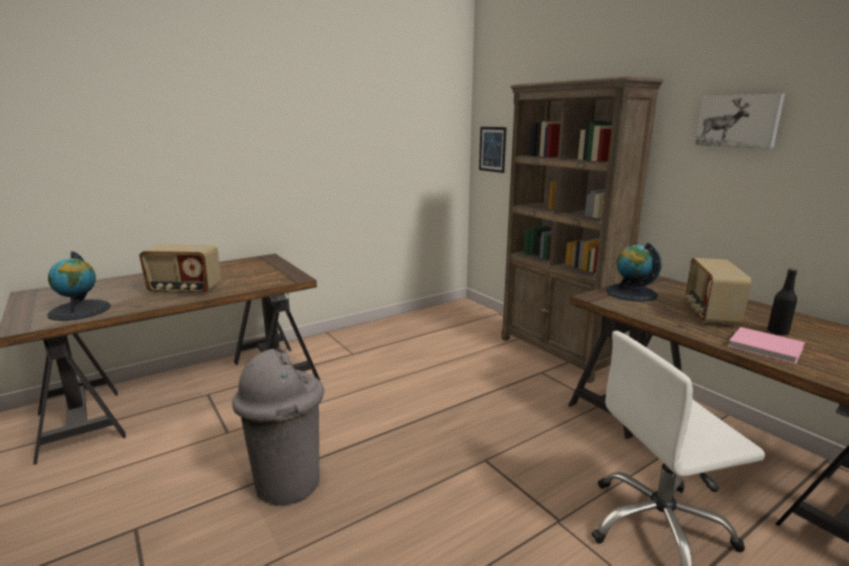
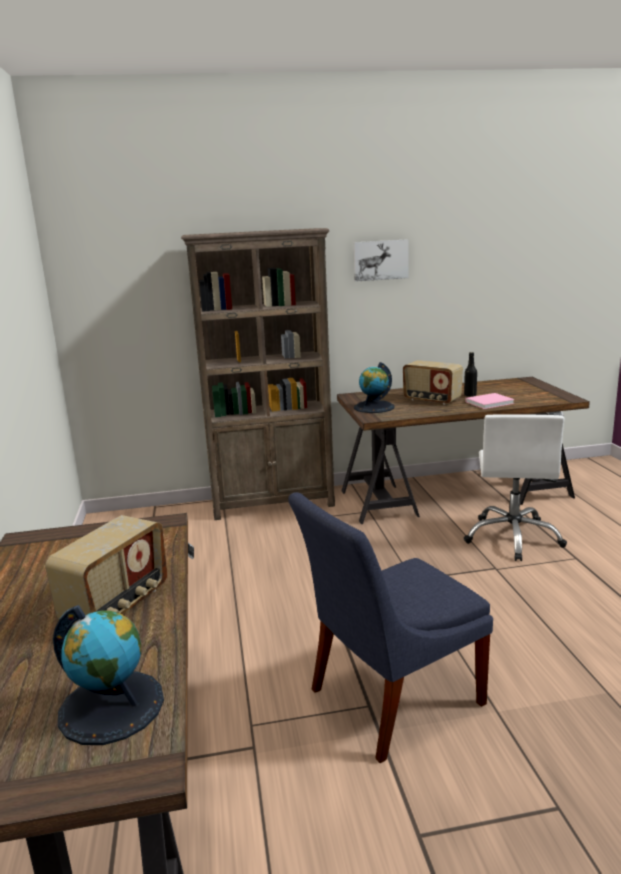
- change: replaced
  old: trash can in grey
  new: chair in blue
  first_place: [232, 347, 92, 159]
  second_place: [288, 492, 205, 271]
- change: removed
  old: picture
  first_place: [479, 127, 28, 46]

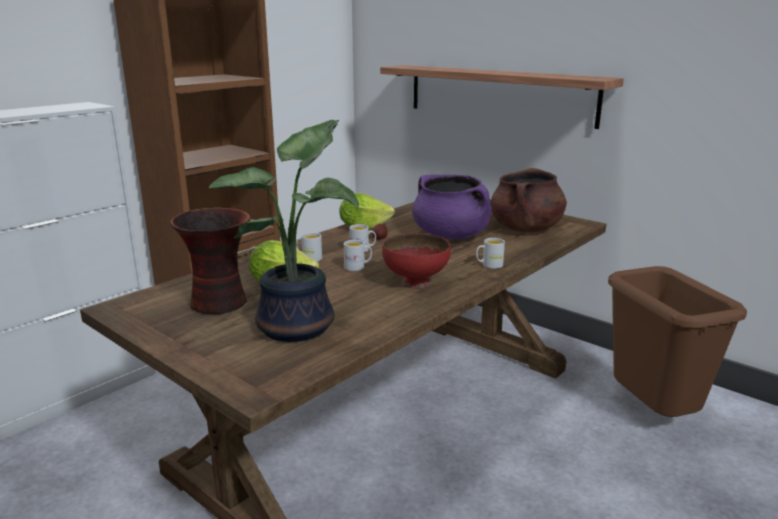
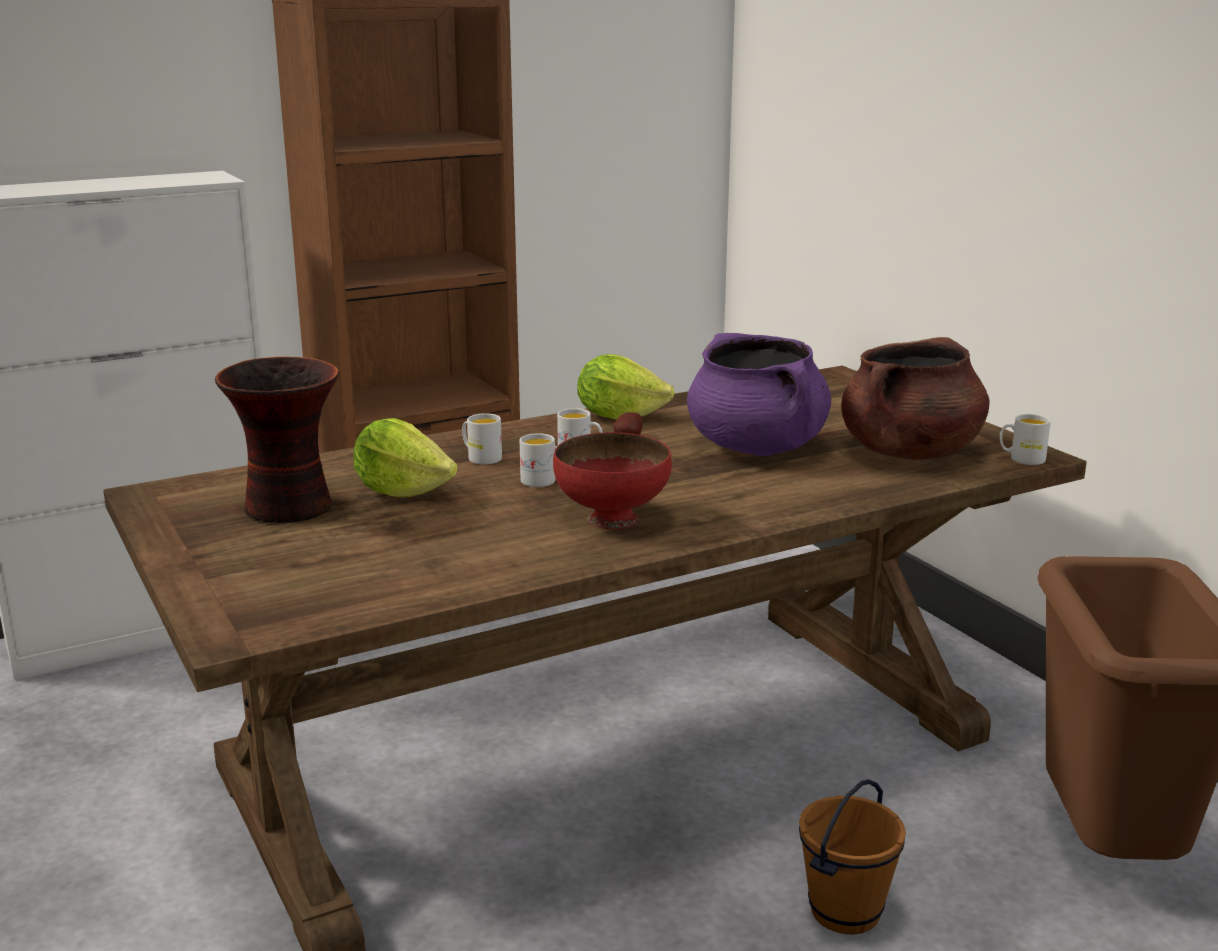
- change: removed
  old: potted plant
  first_place: [208, 120, 151, 222]
- change: removed
  old: shelf
  first_place: [380, 65, 244, 64]
- change: moved
  old: mug in white
  first_place: [476, 238, 29, 31]
  second_place: [1000, 414, 51, 51]
- change: added
  new: bucket in brown
  second_place: [799, 779, 107, 155]

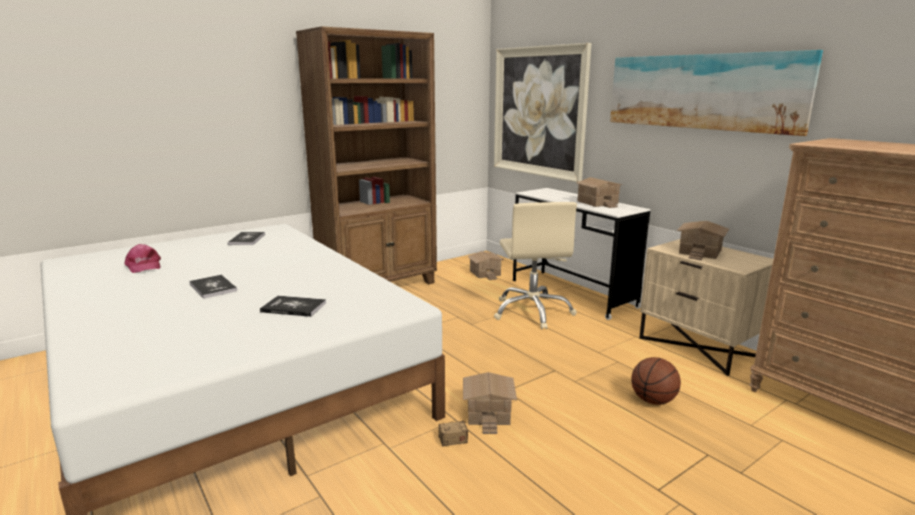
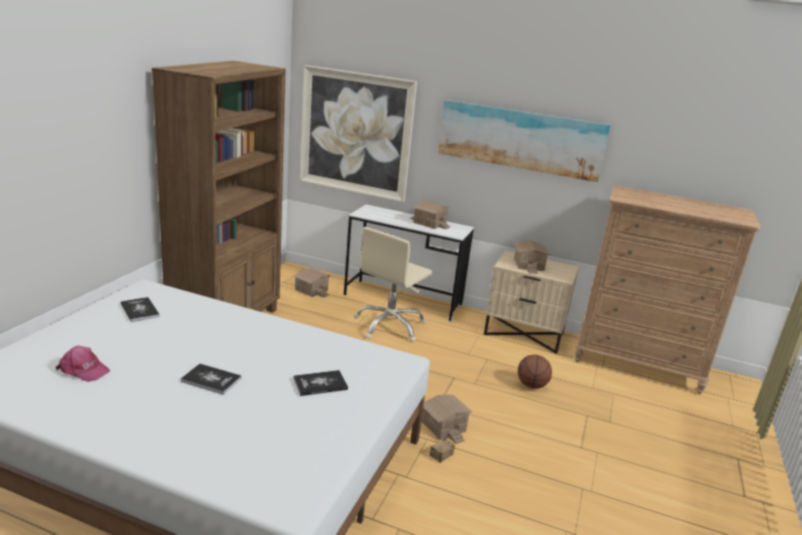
- change: turned
  old: office chair in beige
  first_place: [494, 202, 83, 127]
  second_place: [354, 227, 78, 115]
  degrees: 75

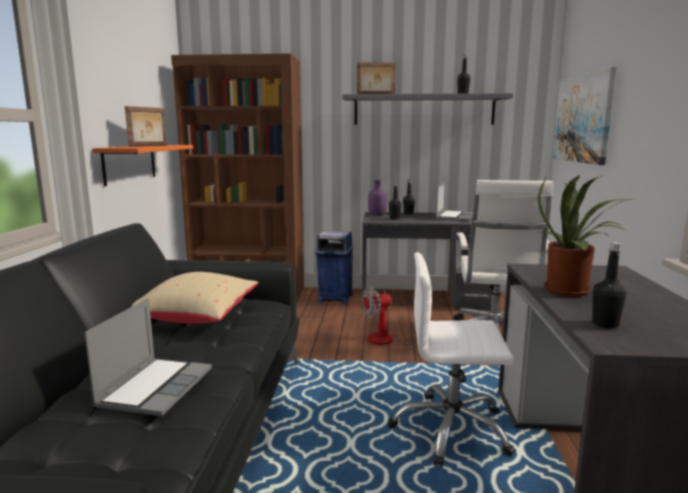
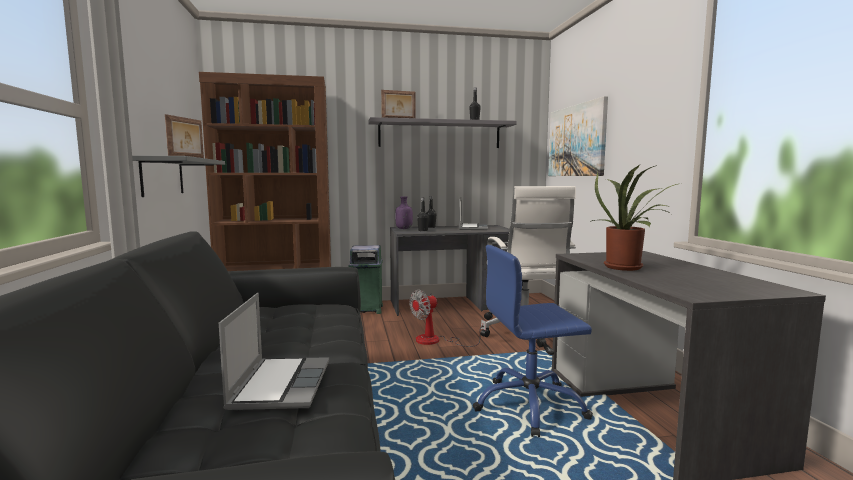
- change: recoloured
  old: shelf in orange
  new: shelf in grey
  first_place: [92, 145, 101, 41]
  second_place: [132, 155, 93, 42]
- change: removed
  old: pillow in beige
  first_place: [132, 272, 126, 52]
- change: recoloured
  old: trash can in blue
  new: trash can in green
  first_place: [315, 231, 39, 73]
  second_place: [348, 245, 35, 69]
- change: recoloured
  old: office chair in white
  new: office chair in blue
  first_place: [388, 252, 128, 216]
  second_place: [473, 245, 120, 192]
- change: removed
  old: bottle in black
  first_place: [592, 242, 34, 87]

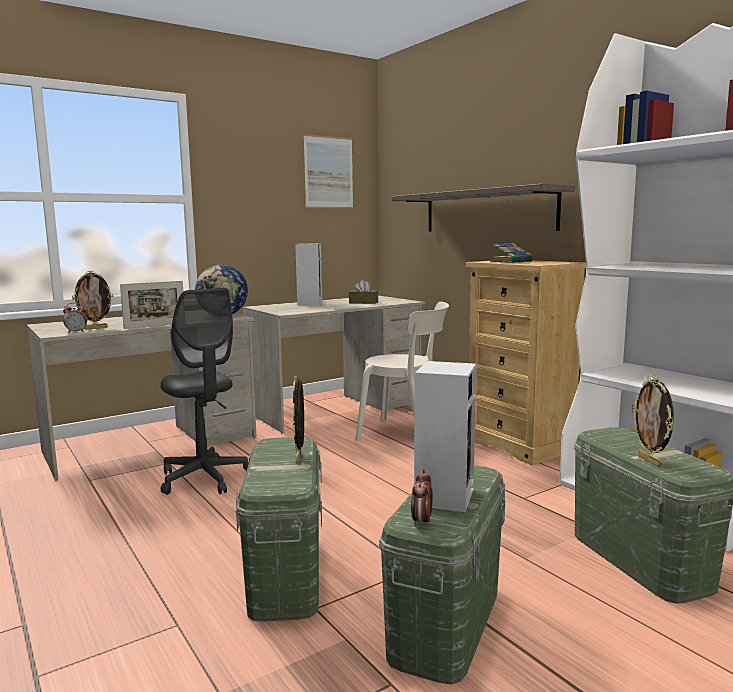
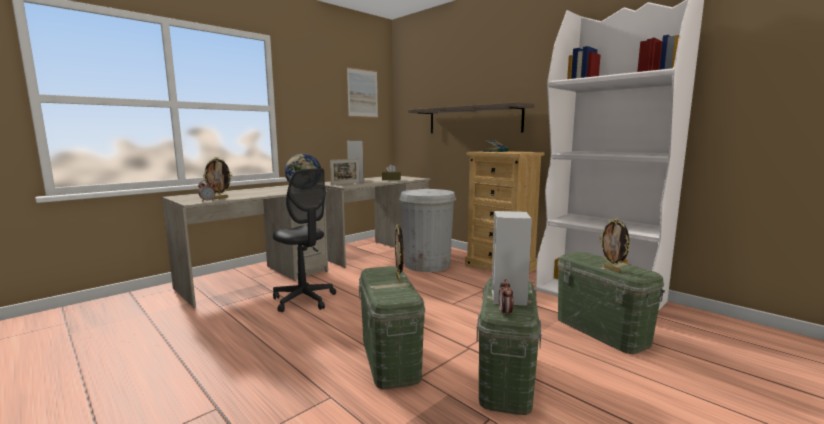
- change: moved
  old: picture frame
  first_place: [120, 281, 63, 48]
  second_place: [330, 159, 29, 26]
- change: replaced
  old: chair in beige
  new: trash can in white
  first_place: [355, 302, 94, 139]
  second_place: [399, 189, 57, 83]

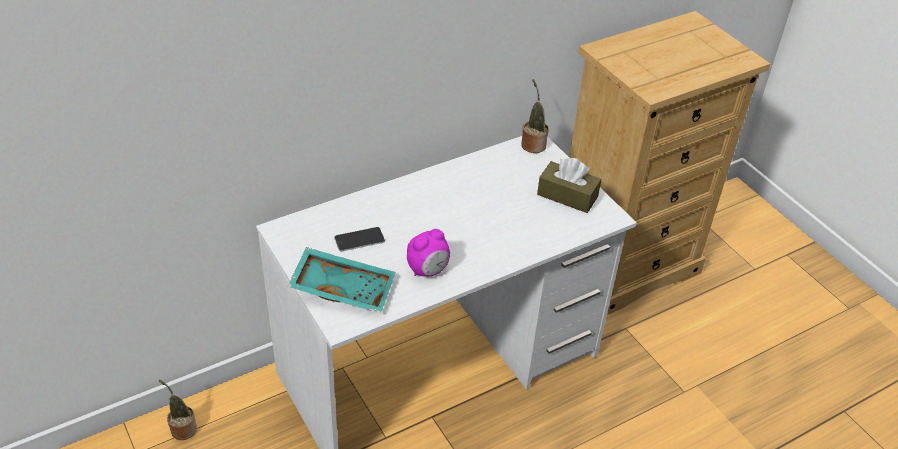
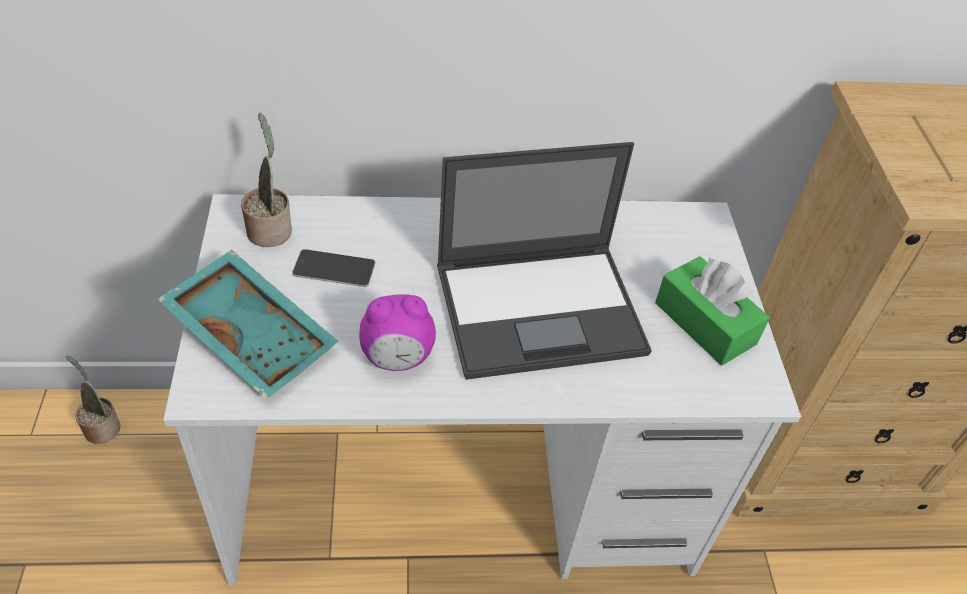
- change: moved
  old: potted plant
  first_place: [521, 79, 28, 74]
  second_place: [241, 113, 51, 134]
- change: recoloured
  old: tissue box in brown
  new: tissue box in green
  first_place: [537, 158, 64, 55]
  second_place: [655, 256, 115, 109]
- change: added
  new: laptop
  second_place: [437, 142, 215, 238]

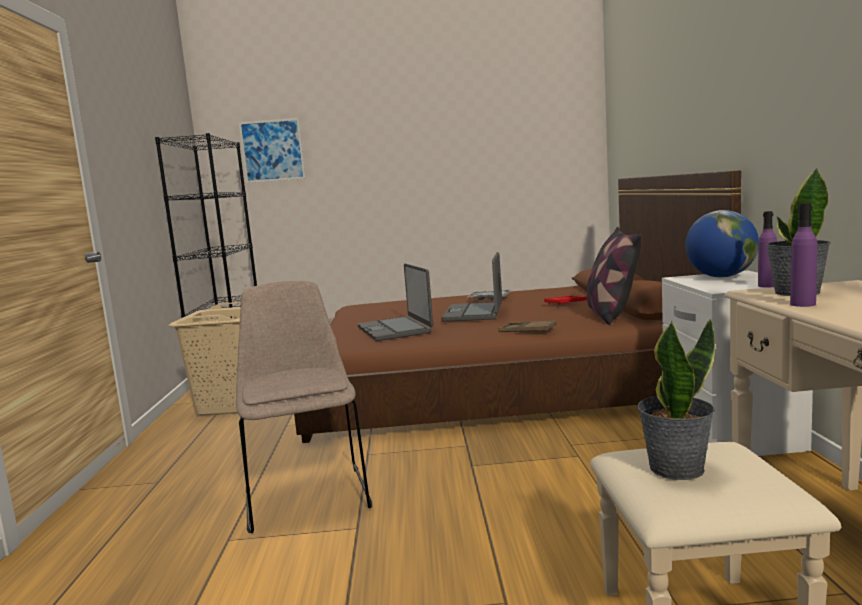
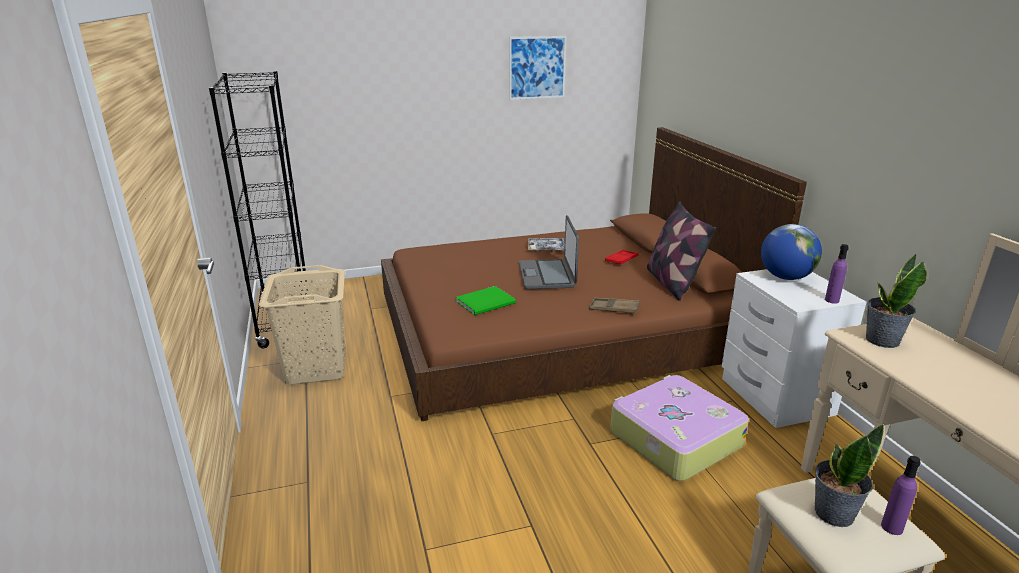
- change: removed
  old: chair in beige
  first_place: [236, 281, 136, 252]
- change: moved
  old: picture
  first_place: [239, 118, 67, 65]
  second_place: [509, 36, 58, 64]
- change: replaced
  old: laptop
  new: book in green
  first_place: [358, 264, 75, 77]
  second_place: [456, 286, 60, 29]
- change: moved
  old: bottle in purple
  first_place: [790, 203, 27, 104]
  second_place: [881, 456, 40, 79]
- change: added
  new: suitcase
  second_place: [610, 375, 139, 106]

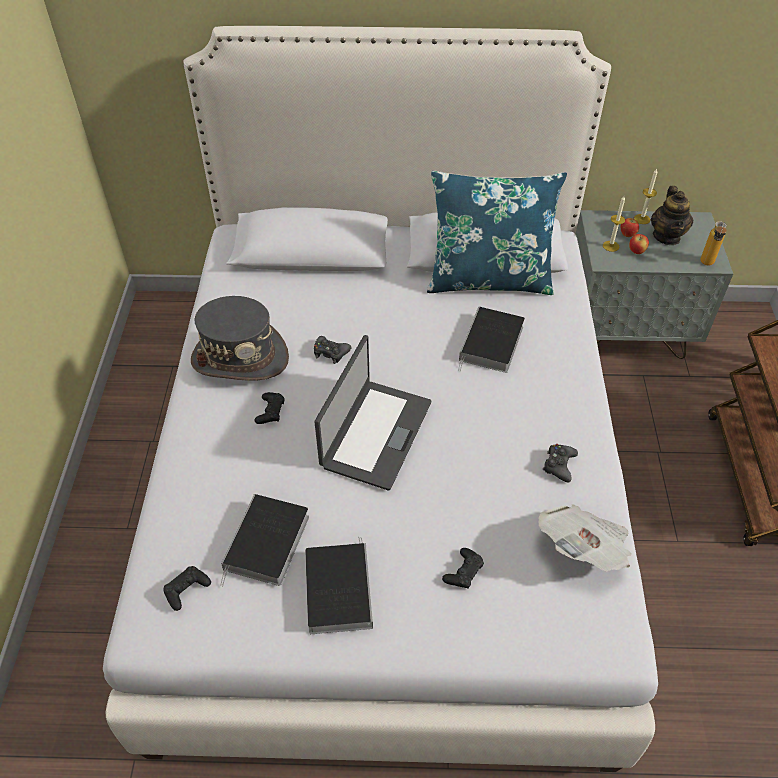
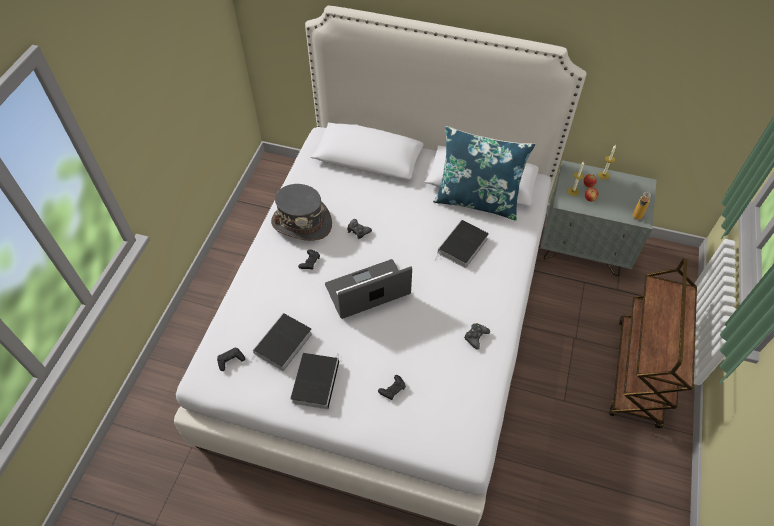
- change: turned
  old: laptop
  first_place: [315, 335, 116, 156]
  second_place: [325, 259, 87, 60]
  degrees: -150
- change: removed
  old: newspaper
  first_place: [538, 504, 93, 67]
- change: removed
  old: teapot
  first_place: [651, 186, 42, 59]

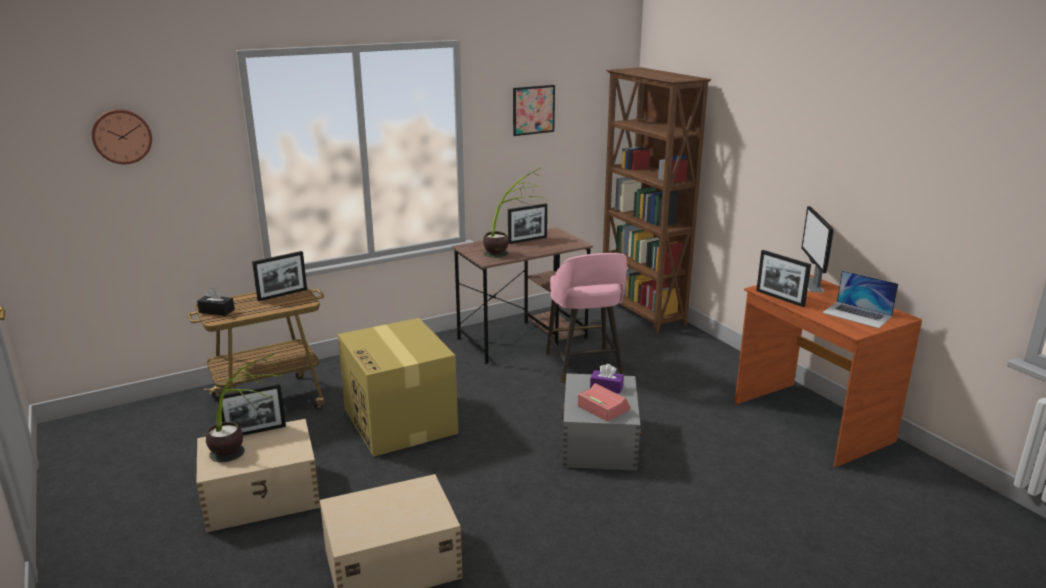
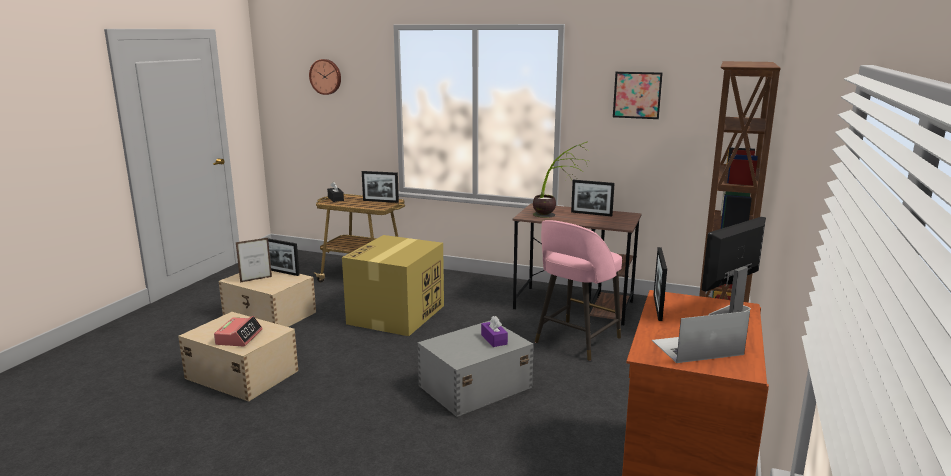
- change: replaced
  old: potted plant
  new: picture frame
  first_place: [206, 354, 76, 108]
  second_place: [236, 238, 36, 45]
- change: moved
  old: alarm clock
  first_place: [578, 383, 53, 38]
  second_place: [214, 316, 49, 30]
- change: turned
  old: laptop
  first_place: [822, 270, 76, 58]
  second_place: [652, 311, 98, 52]
  degrees: 75

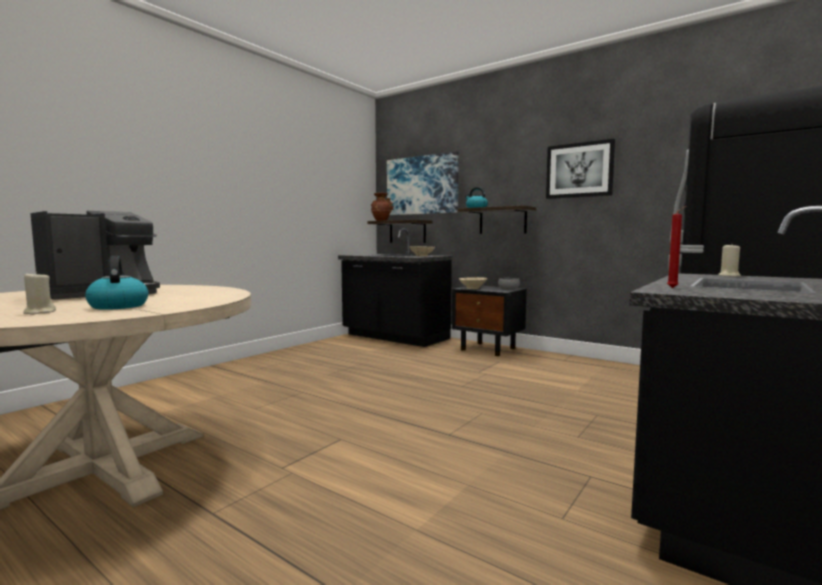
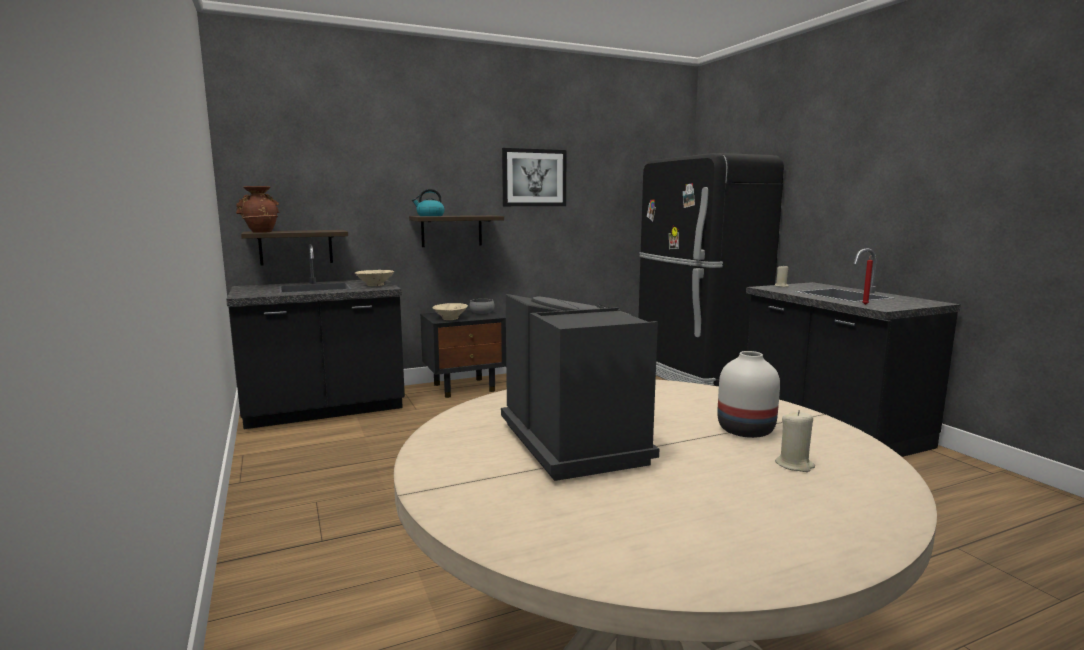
- change: replaced
  old: kettle
  new: vase in white
  first_place: [85, 256, 63, 54]
  second_place: [717, 351, 63, 87]
- change: removed
  old: picture
  first_place: [387, 151, 72, 64]

